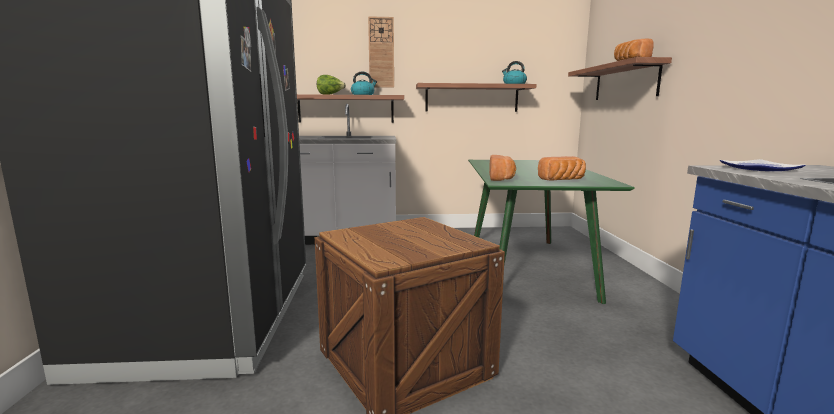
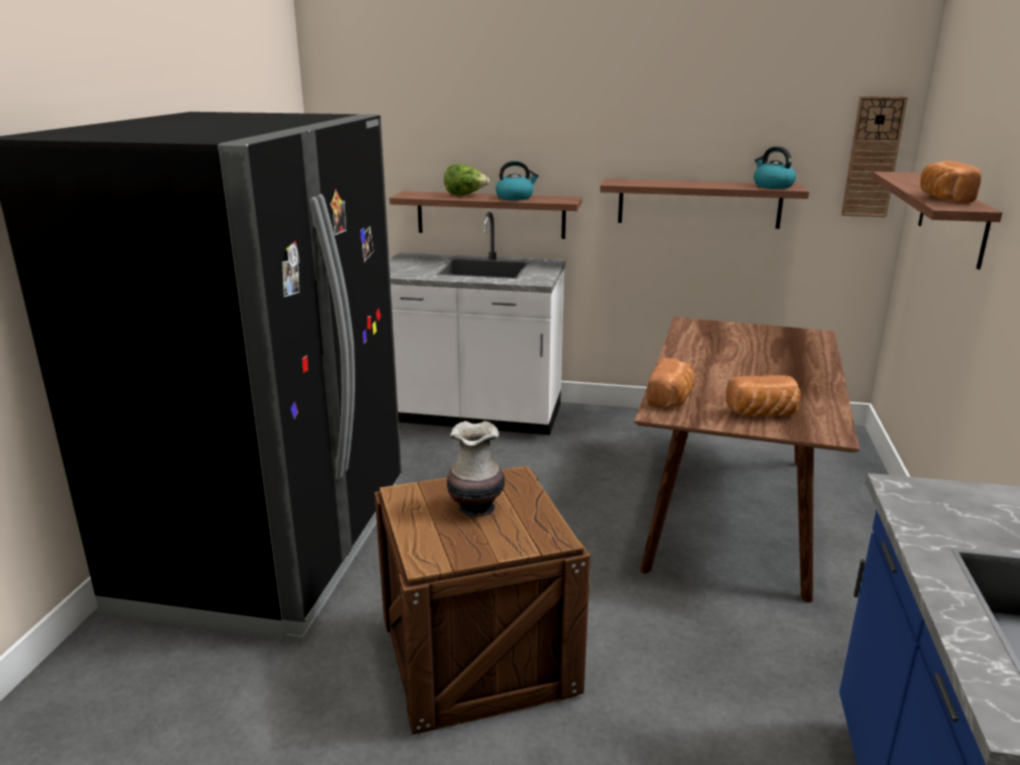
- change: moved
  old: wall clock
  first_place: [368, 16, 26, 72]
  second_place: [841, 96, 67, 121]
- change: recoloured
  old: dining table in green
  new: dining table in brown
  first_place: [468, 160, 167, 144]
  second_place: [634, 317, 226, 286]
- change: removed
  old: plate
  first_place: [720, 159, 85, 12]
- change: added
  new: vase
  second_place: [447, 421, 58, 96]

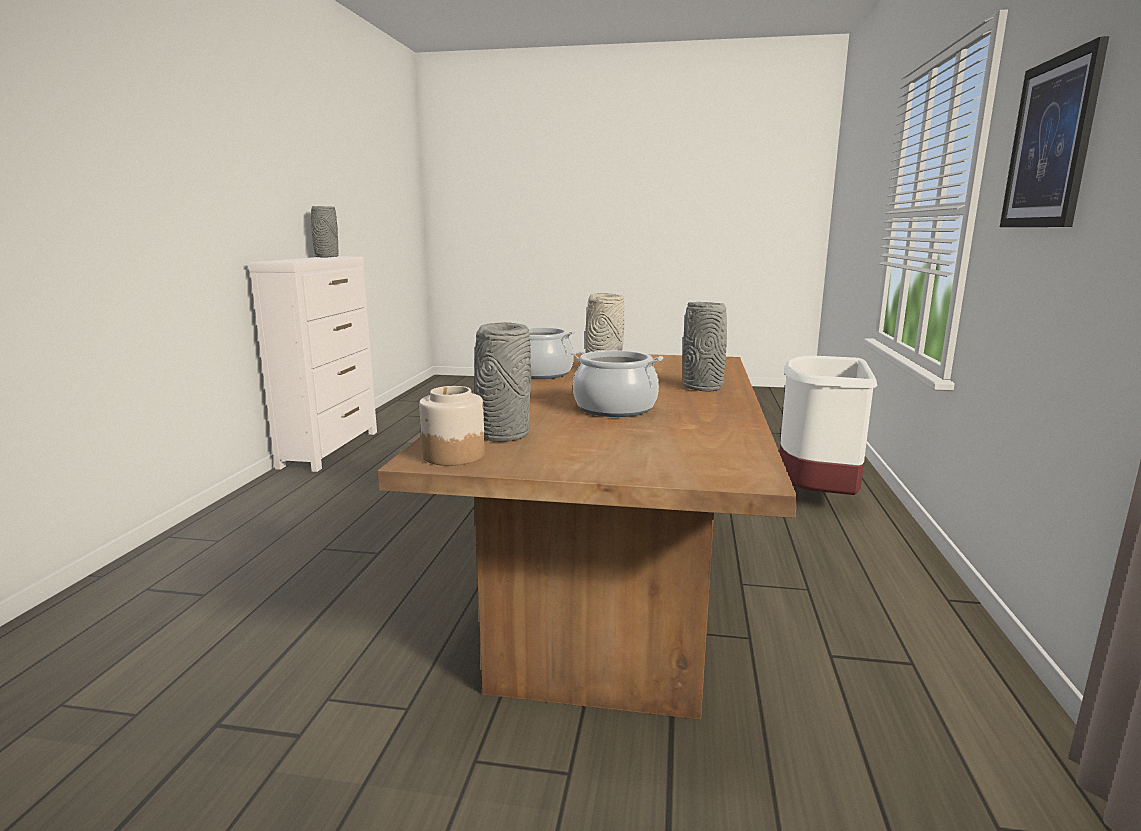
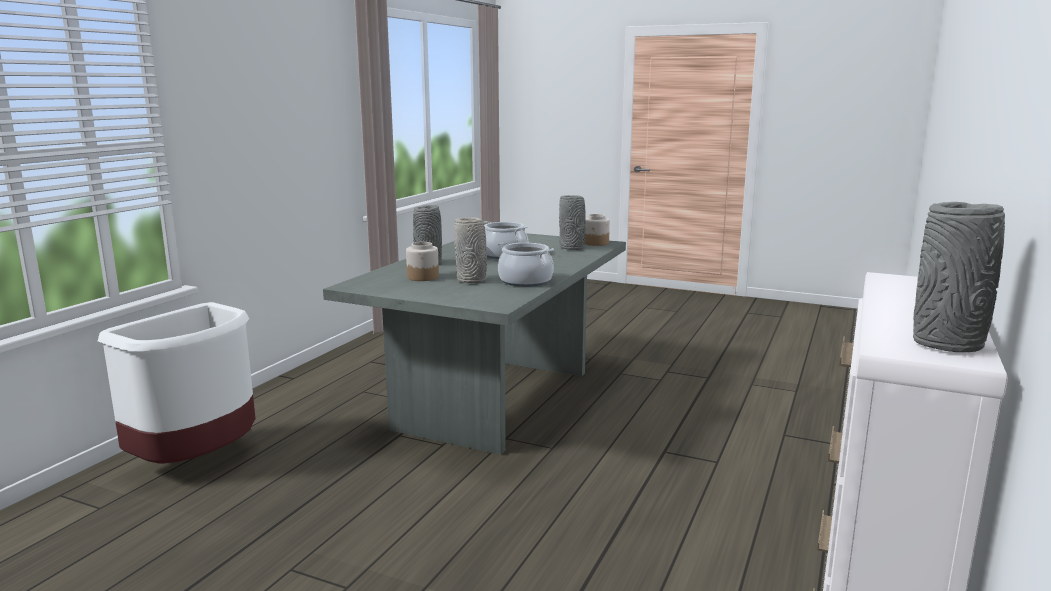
- change: recoloured
  old: dining table in brown
  new: dining table in grey
  first_place: [378, 352, 419, 367]
  second_place: [323, 233, 303, 222]
- change: removed
  old: picture
  first_place: [1000, 36, 109, 191]
- change: added
  new: jar
  second_place: [406, 242, 33, 39]

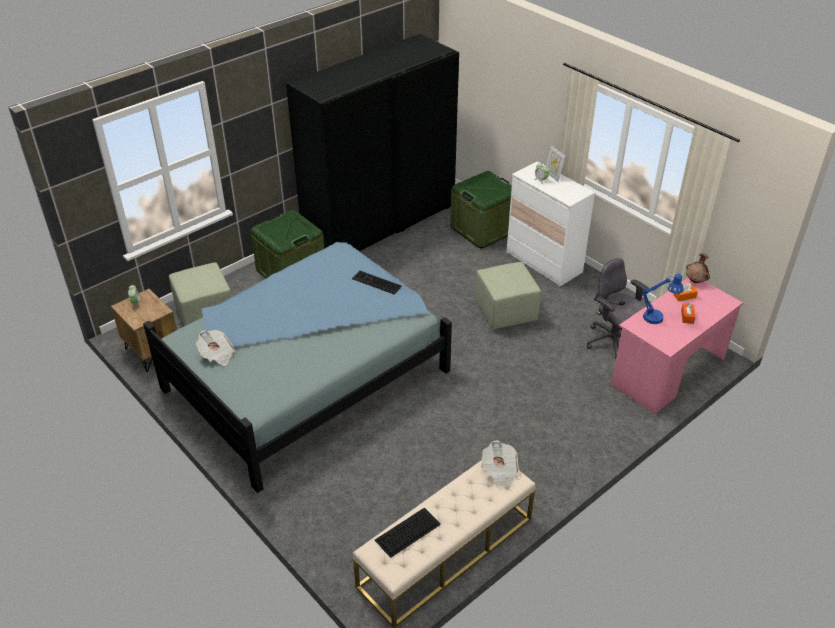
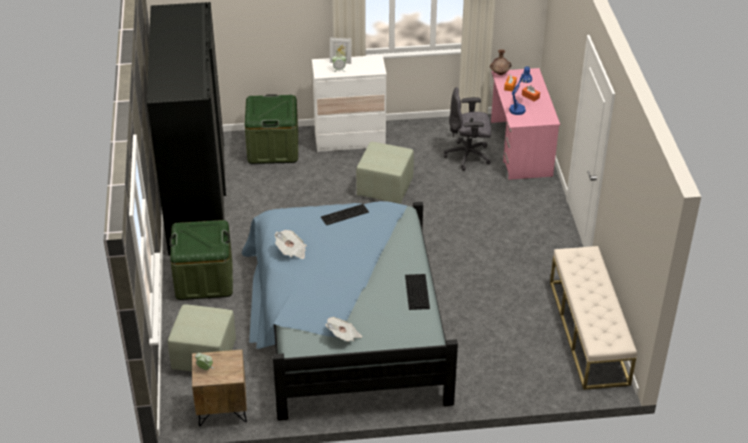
- change: moved
  old: keyboard
  first_place: [375, 507, 66, 51]
  second_place: [405, 274, 25, 36]
- change: moved
  old: newspaper
  first_place: [481, 440, 38, 48]
  second_place: [275, 230, 31, 29]

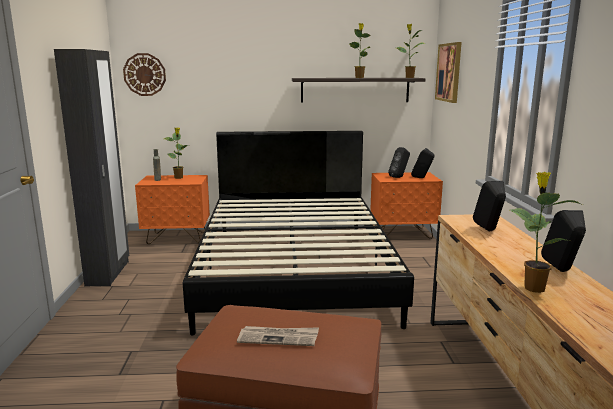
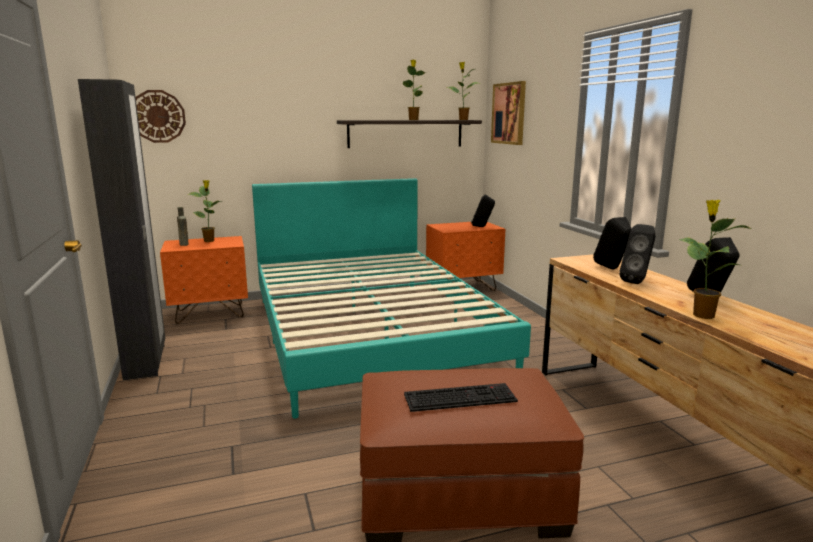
- change: recoloured
  old: bed in black
  new: bed in turquoise
  first_place: [183, 131, 231, 205]
  second_place: [252, 178, 279, 241]
- change: replaced
  old: newspaper
  new: keyboard
  first_place: [237, 326, 82, 20]
  second_place: [404, 383, 114, 29]
- change: moved
  old: speaker in black
  first_place: [388, 147, 22, 31]
  second_place: [619, 224, 37, 60]

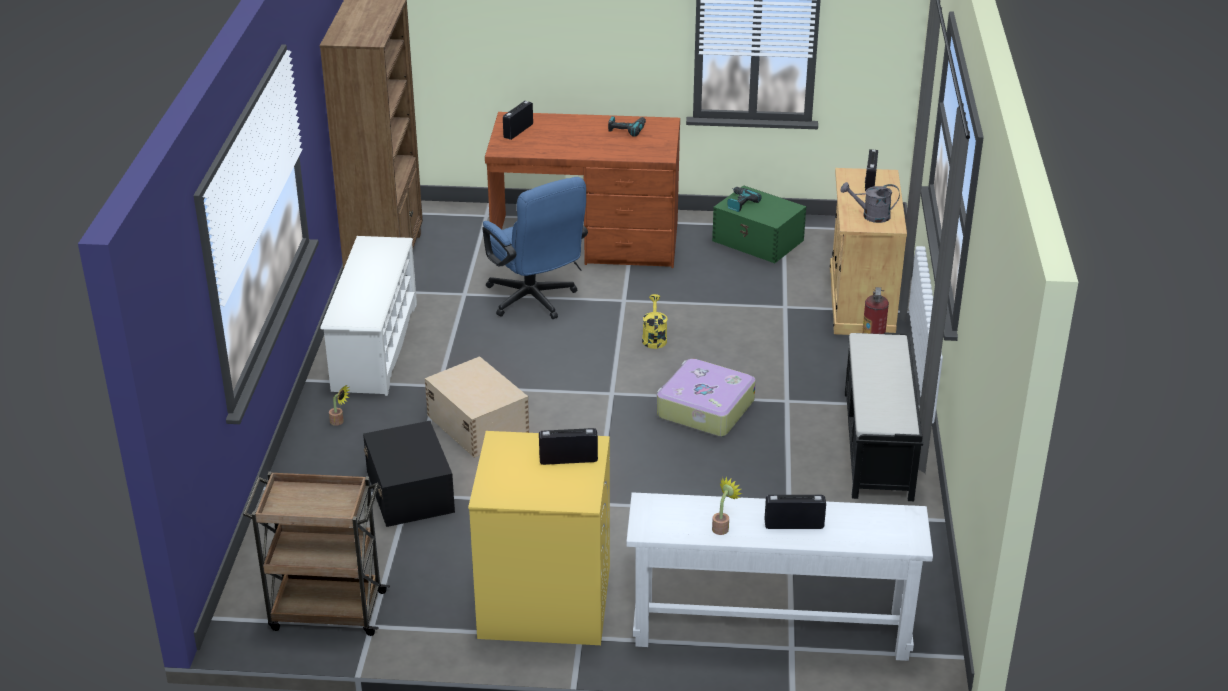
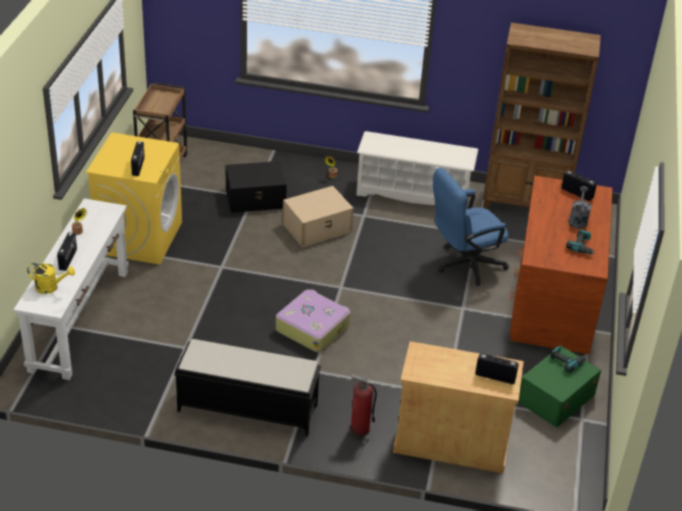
- change: moved
  old: watering can in yellow
  first_place: [642, 294, 25, 55]
  second_place: [27, 263, 48, 31]
- change: moved
  old: watering can in grey
  first_place: [840, 182, 60, 41]
  second_place: [568, 186, 23, 43]

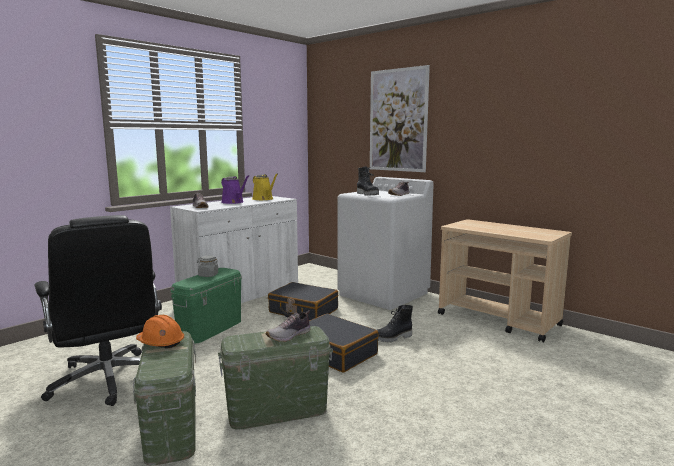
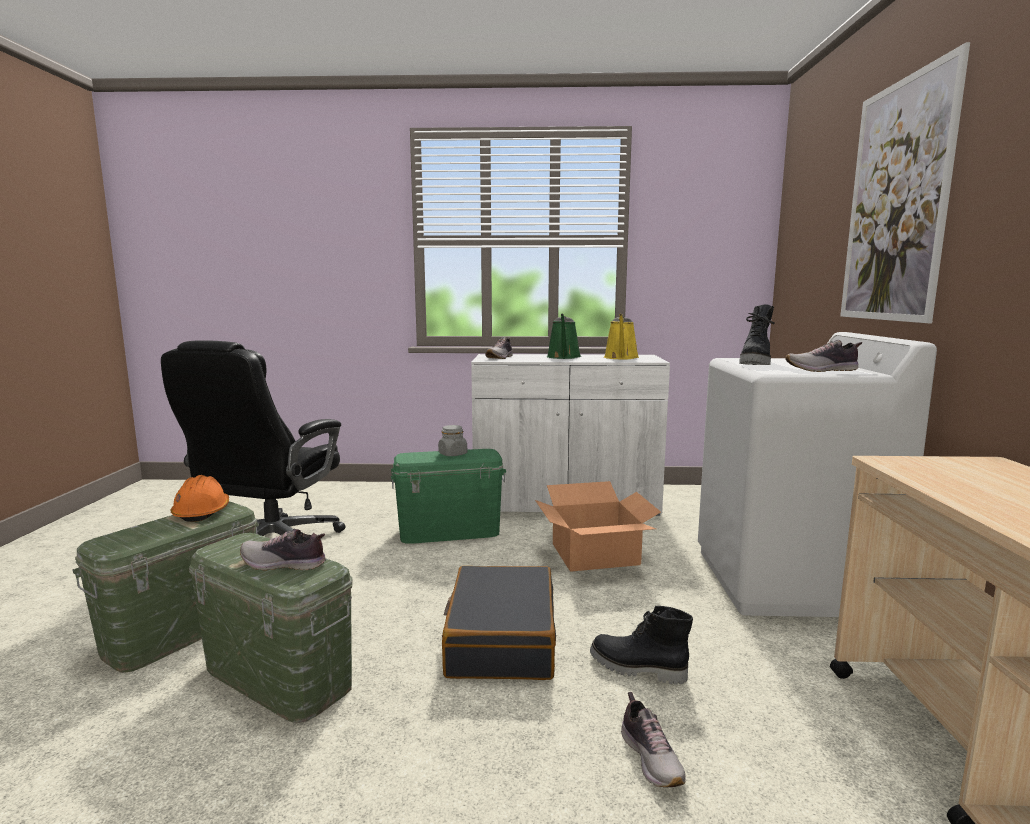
- change: recoloured
  old: watering can in purple
  new: watering can in green
  first_place: [221, 175, 28, 29]
  second_place: [547, 314, 34, 45]
- change: replaced
  old: suitcase in black
  new: cardboard box
  first_place: [268, 282, 70, 38]
  second_place: [535, 481, 126, 91]
- change: added
  new: shoe
  second_place: [621, 692, 65, 95]

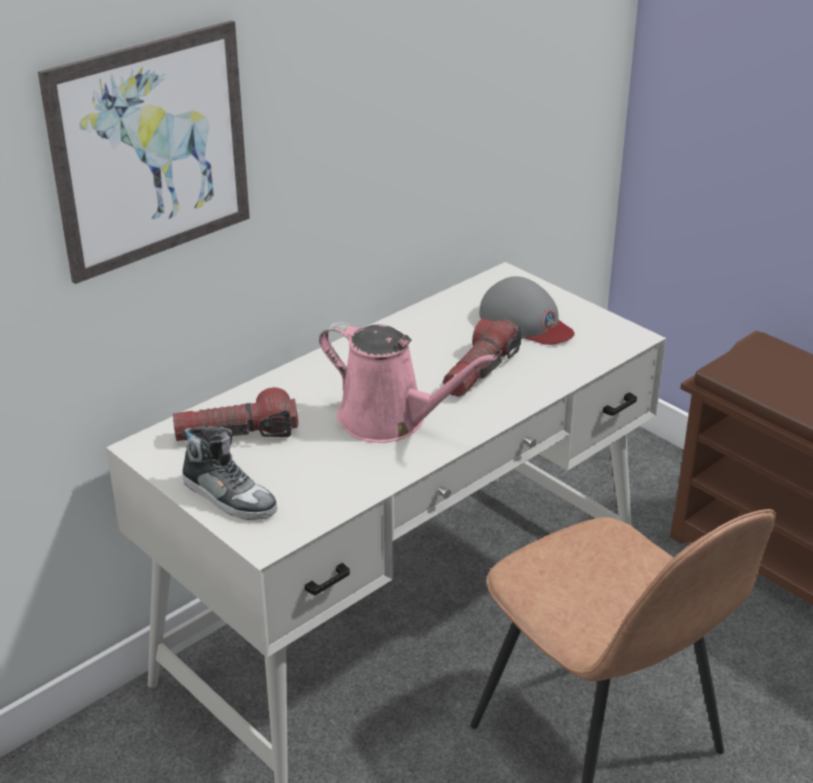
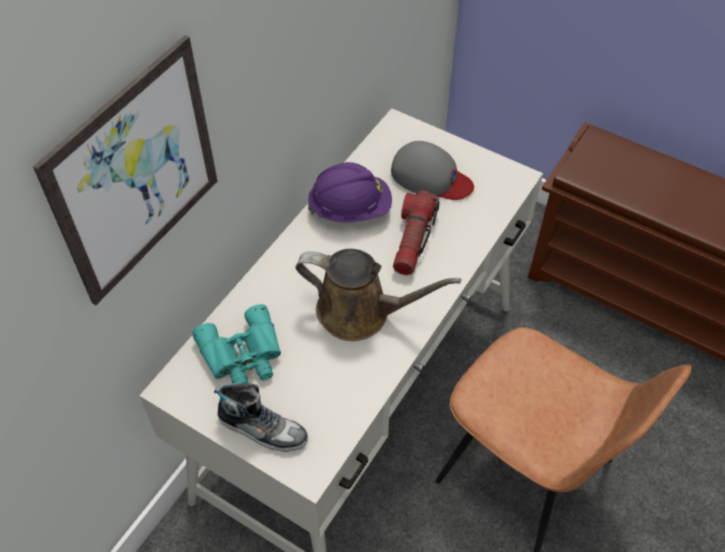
- change: replaced
  old: flashlight
  new: binoculars in turquoise
  first_place: [173, 387, 125, 54]
  second_place: [192, 304, 89, 80]
- change: recoloured
  old: watering can in pink
  new: watering can in brown
  first_place: [319, 322, 178, 121]
  second_place: [295, 249, 166, 92]
- change: added
  new: hard hat in purple
  second_place: [308, 162, 84, 61]

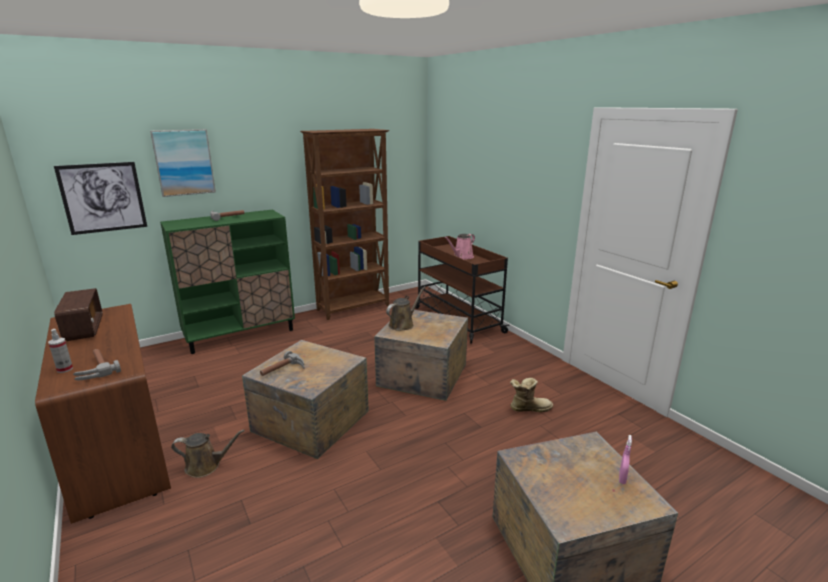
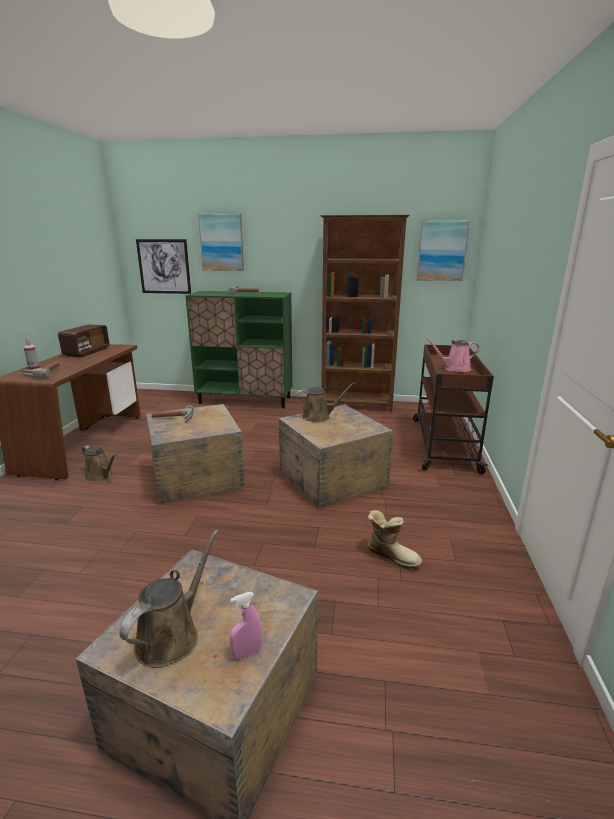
- change: added
  new: watering can in brown
  second_place: [119, 530, 100, 138]
- change: added
  new: picture
  second_place: [417, 221, 53, 60]

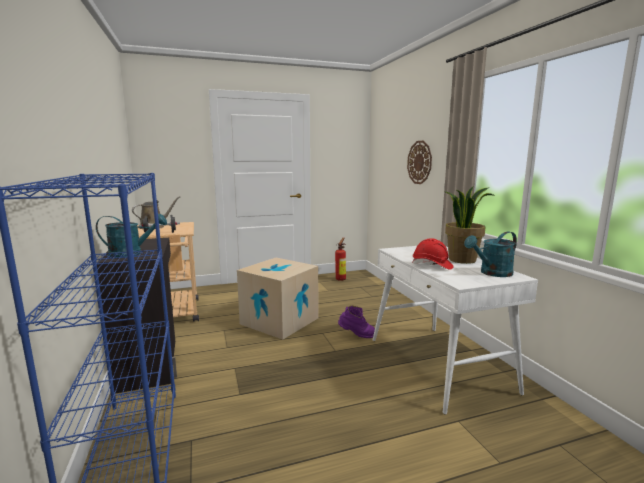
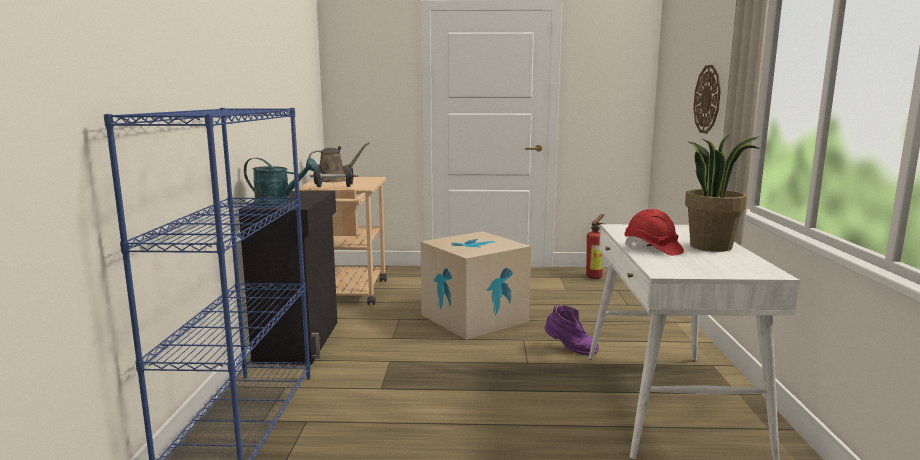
- change: removed
  old: watering can in turquoise
  first_place: [464, 232, 53, 45]

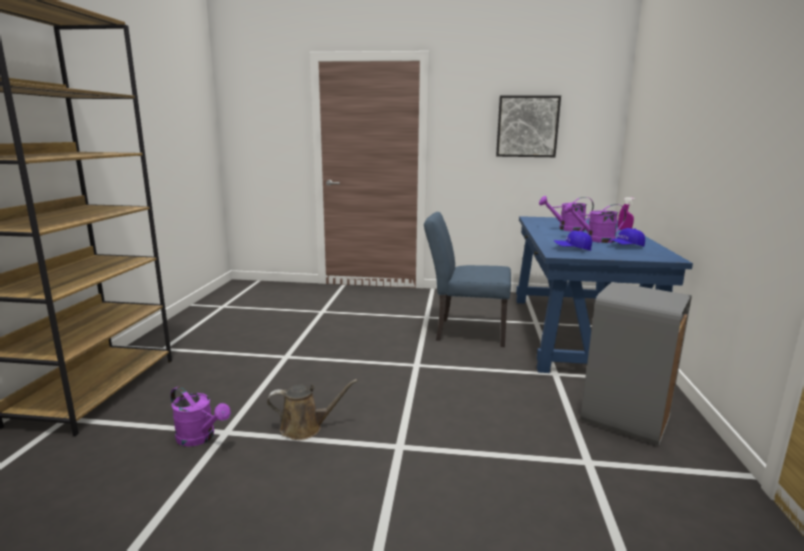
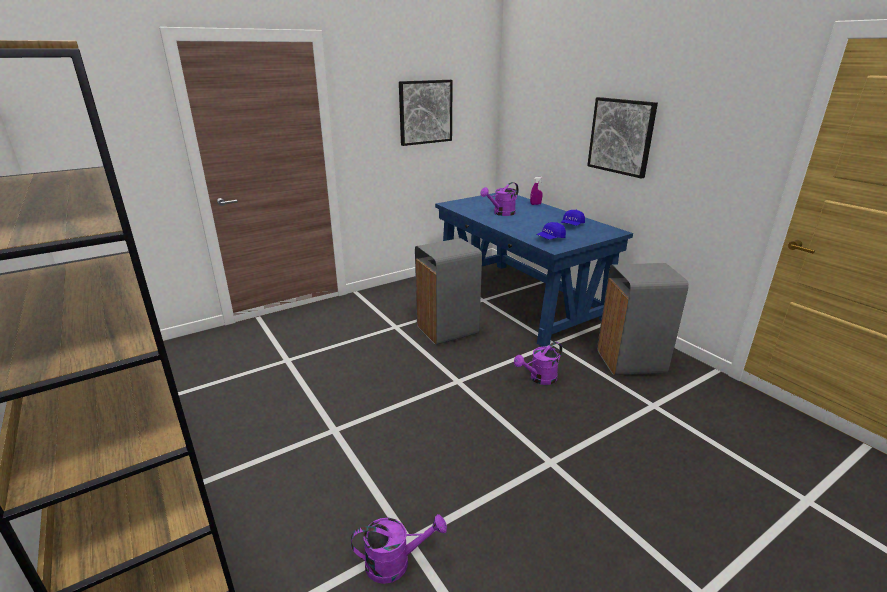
- change: removed
  old: watering can in brown
  first_place: [267, 379, 91, 61]
- change: replaced
  old: chair in blue
  new: trash can in grey
  first_place: [424, 212, 87, 135]
  second_place: [415, 238, 67, 107]
- change: moved
  old: watering can in purple
  first_place: [564, 203, 62, 40]
  second_place: [514, 342, 48, 43]
- change: added
  new: picture
  second_place: [587, 97, 71, 82]

